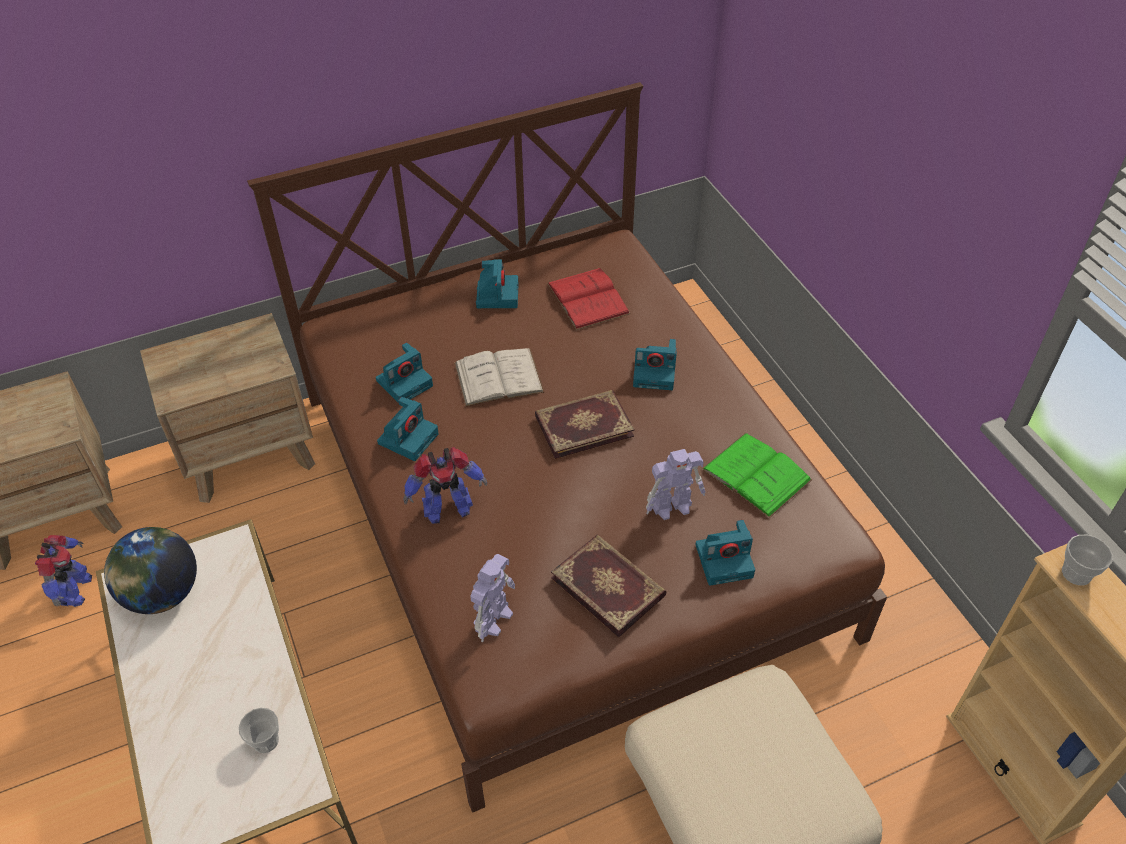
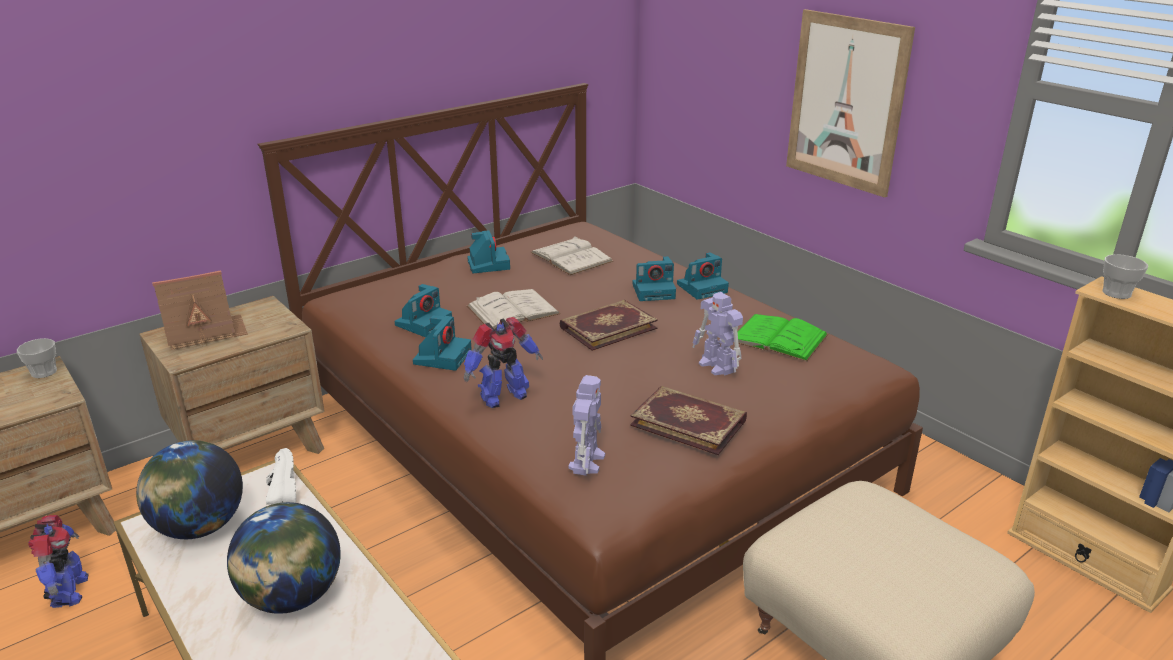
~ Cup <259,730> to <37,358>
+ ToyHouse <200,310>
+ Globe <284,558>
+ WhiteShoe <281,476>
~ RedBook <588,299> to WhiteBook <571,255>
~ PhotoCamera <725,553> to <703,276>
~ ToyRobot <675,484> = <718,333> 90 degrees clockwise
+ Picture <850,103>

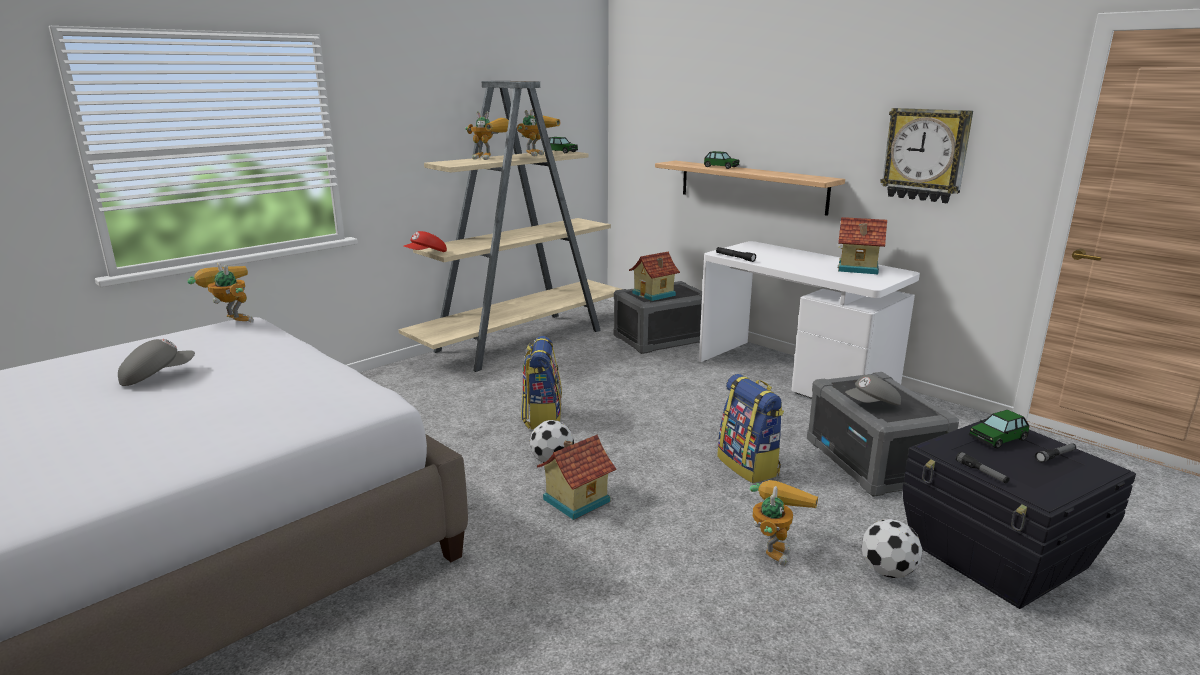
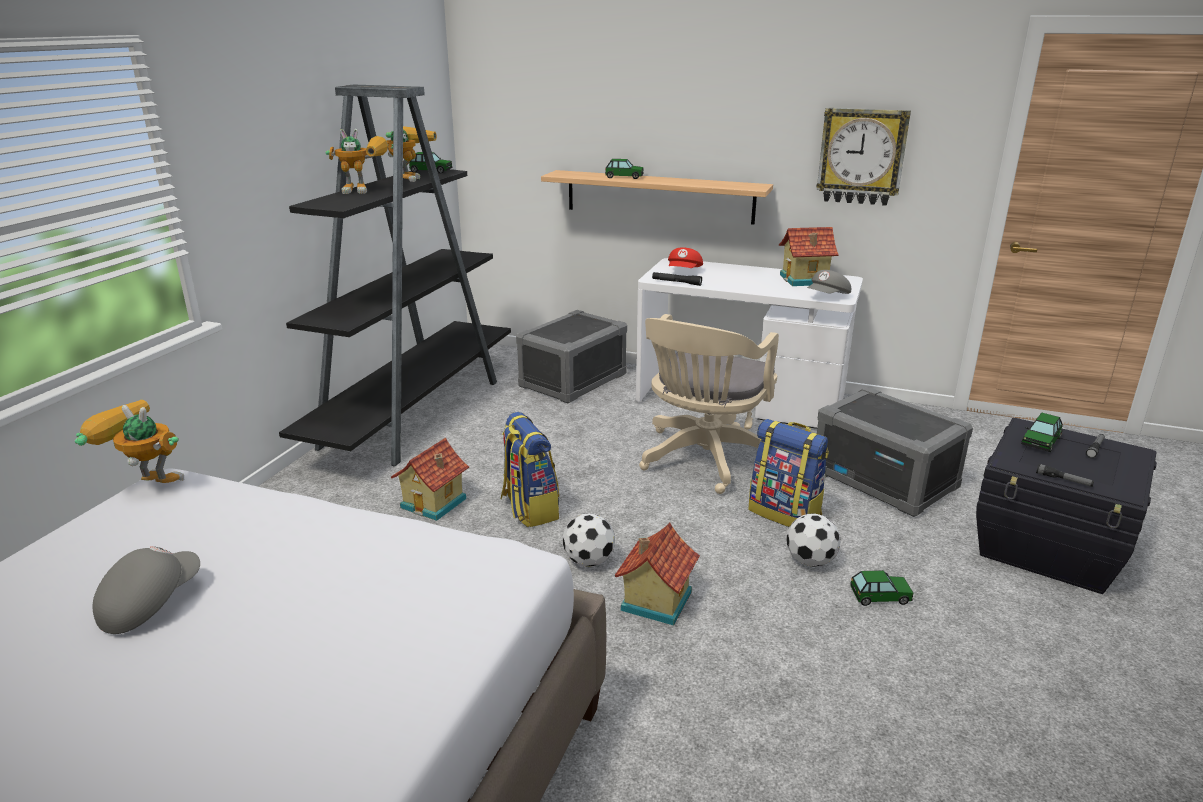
~ BeigeBookcase <510,226> to BlackBookcase <395,276>
~ ToyHouse <654,276> to <430,479>
+ BeigeOfficeChair <709,404>
~ RedCap <425,241> to <685,257>
~ Football <891,548> to <813,540>
~ GreyCap <873,390> to <829,282>
~ ToyRobot <784,523> to ToyCar <881,588>

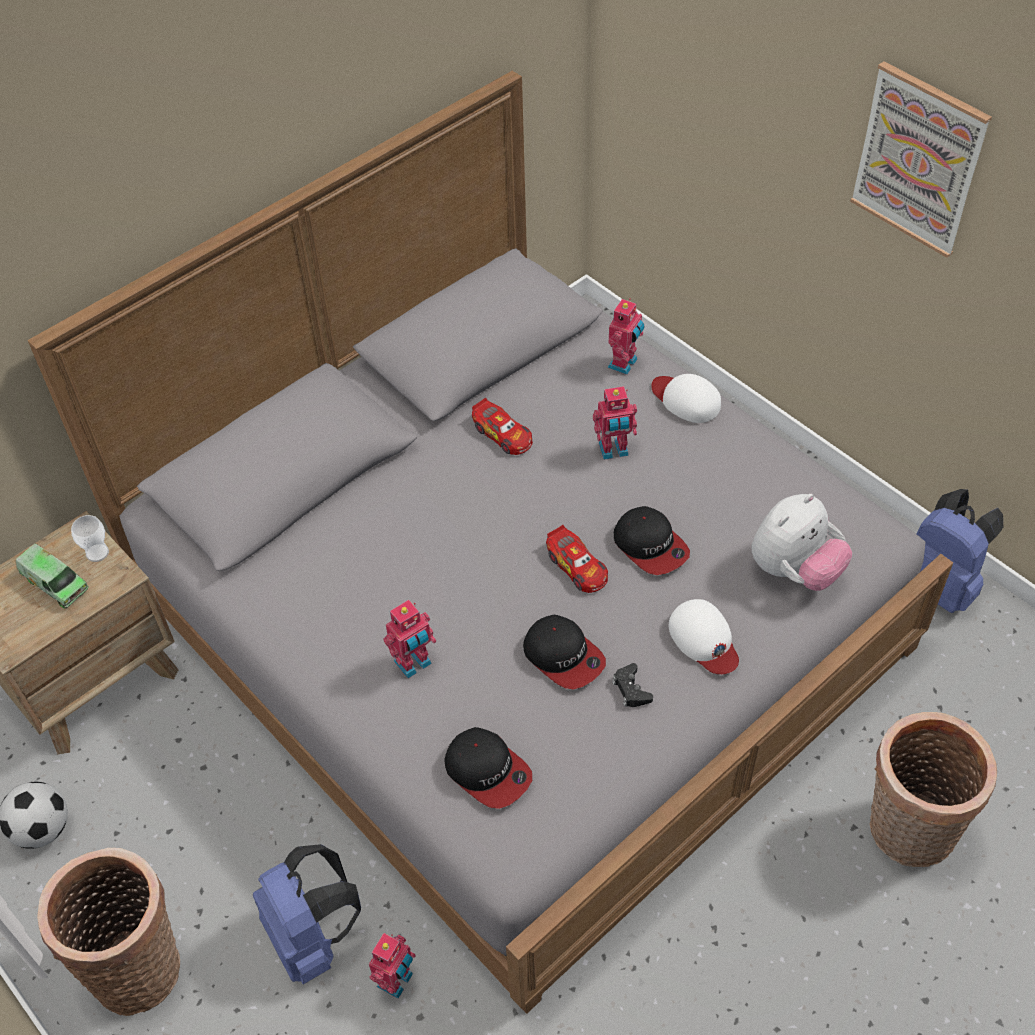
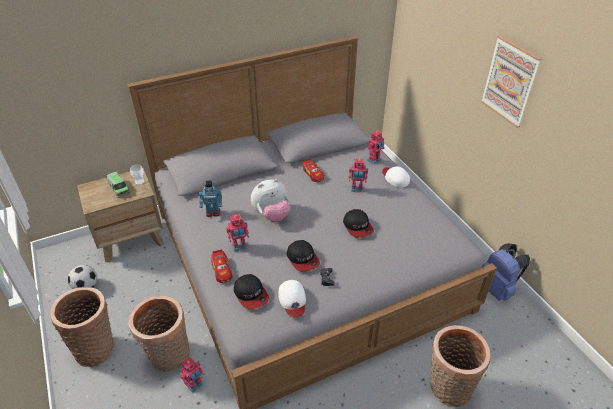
~ BlueBackpack <307,914> to Basket <159,333>
+ ToyRobot <210,199>
~ ToyCar <577,559> to <222,266>
~ PlushToy <802,542> to <270,200>
~ WhiteCap <704,636> to <292,298>

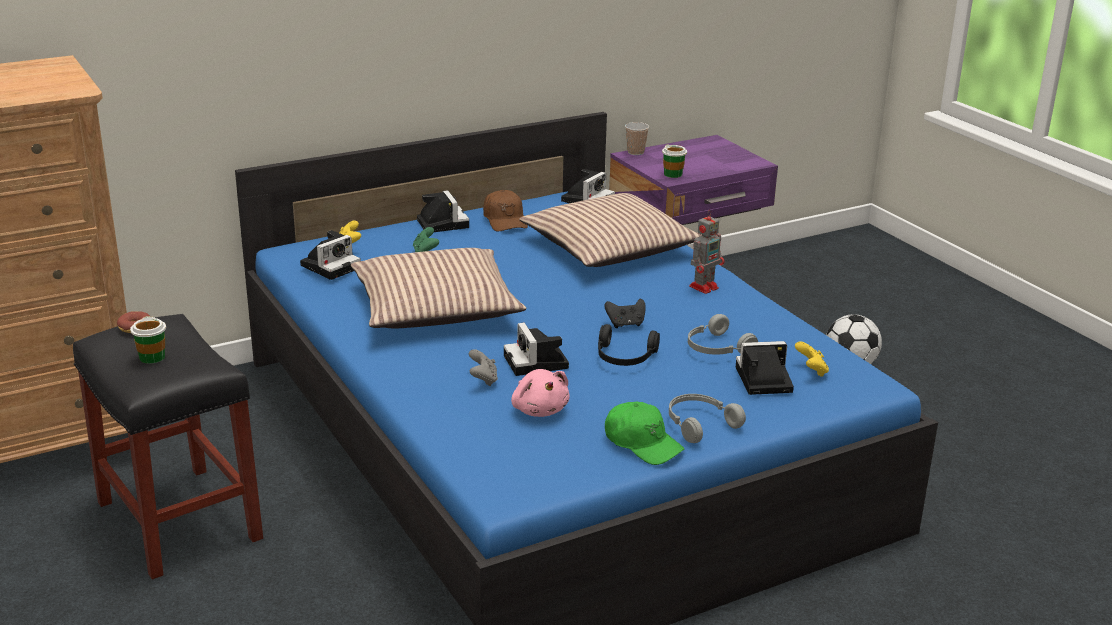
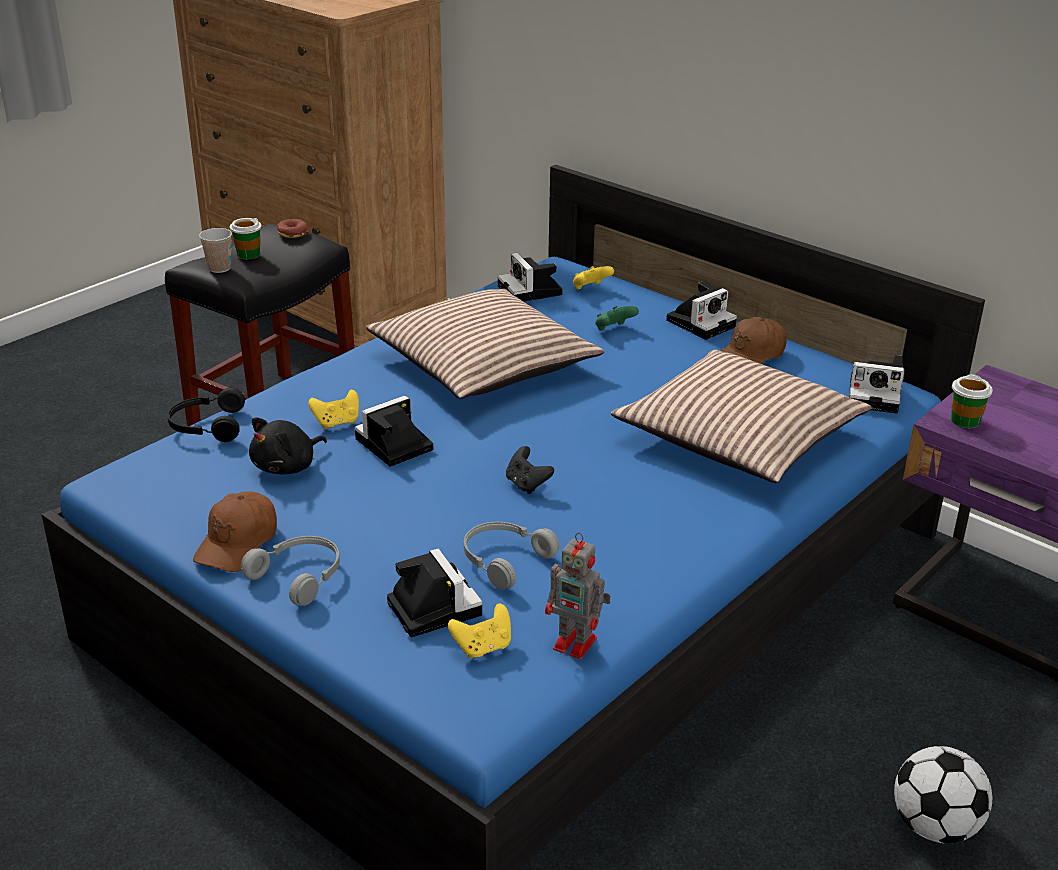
~ BlackHeadphones <629,345> to <206,414>
~ GreenCap <644,433> to BrownCap <235,532>
~ Cup <637,138> to <215,250>
~ PinkPlushToy <540,393> to BlackPlushToy <288,446>
~ GreyGameController <483,367> to YellowGameController <333,409>
~ PhotoCamera <330,255> = <530,277> 45 degrees clockwise
~ ToyRobot <707,252> to <578,596>

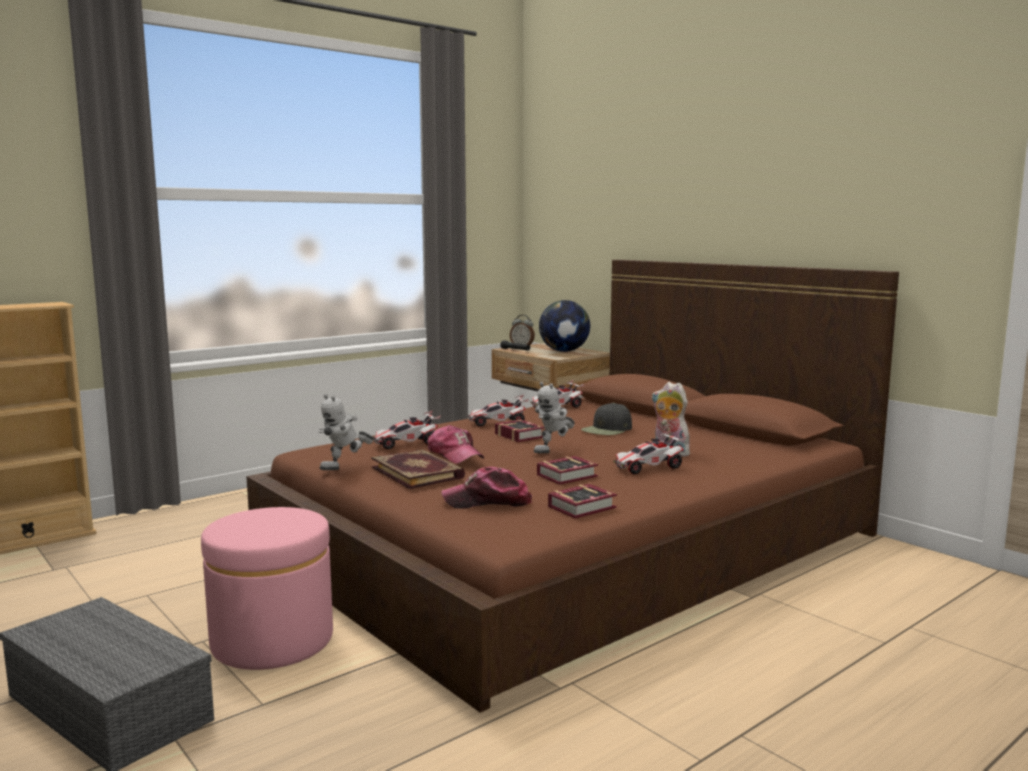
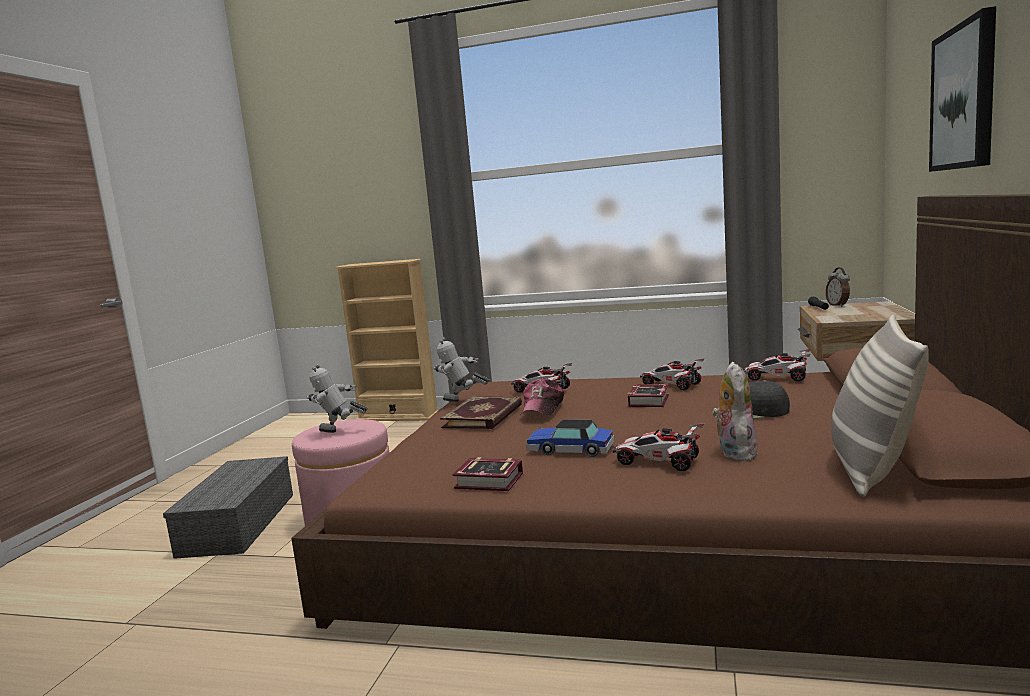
~ ToyRobot <554,417> to <337,398>
~ Book <567,470> to ToyCar <570,438>
+ Pillow <880,406>
+ Picture <962,89>
- Cap <486,488>
- Globe <564,326>

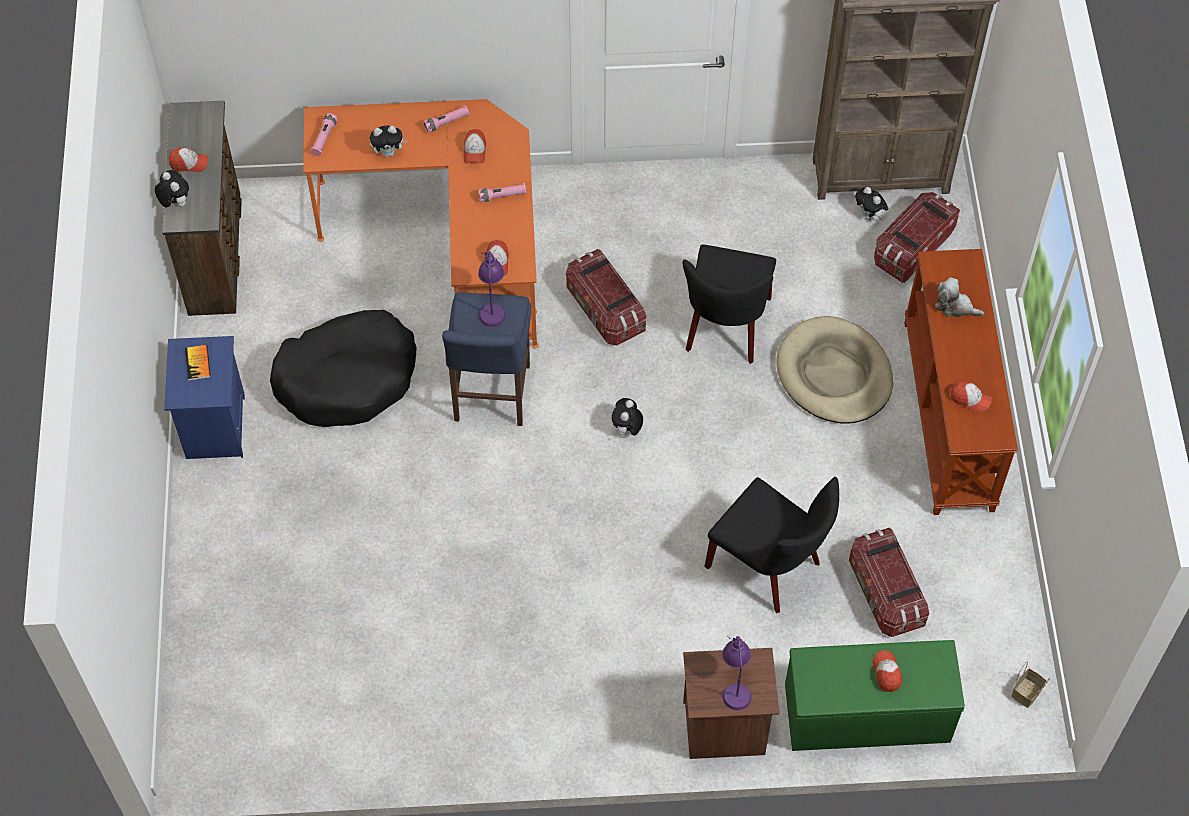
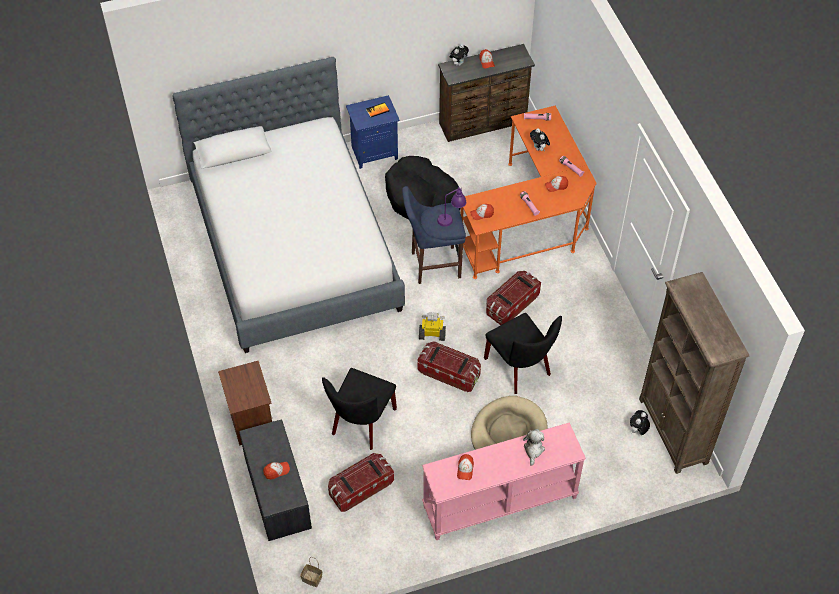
+ Bed <288,205>
~ GreenBench <875,695> to GreyBench <275,480>
~ StorageBox <917,237> to <449,366>
~ PlushToy <627,418> to ToyRobot <432,326>
~ BrownConsoleTable <961,382> to PinkConsoleTable <504,481>
~ BlackChair <729,304> = <523,353> 120 degrees counterclockwise
- PurpleTableLamp <736,673>

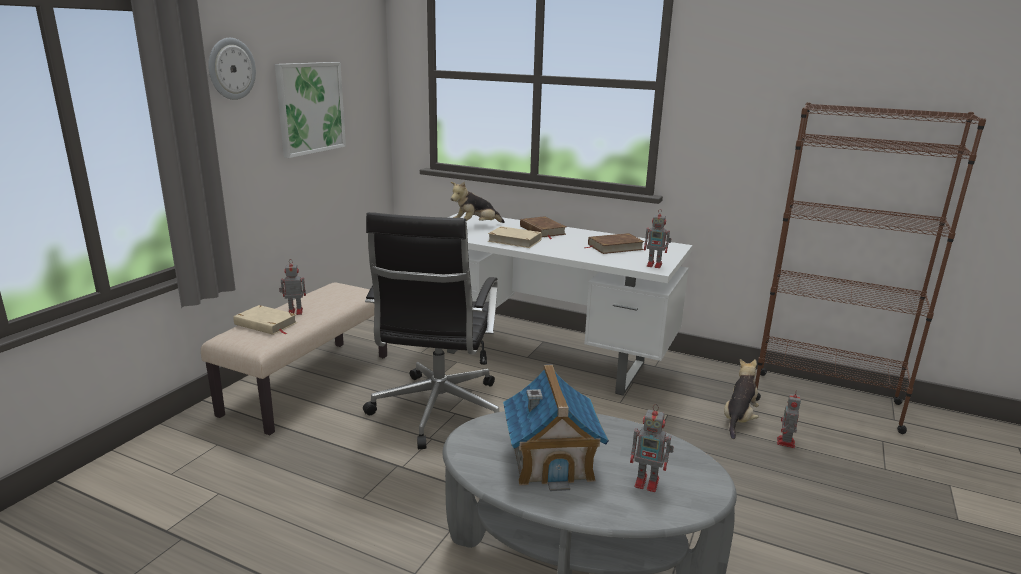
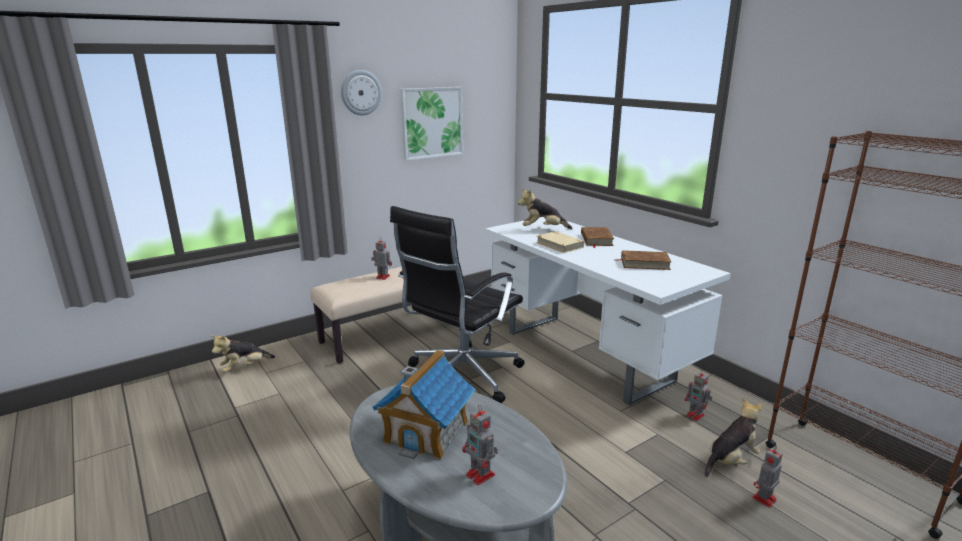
+ PlushToy <243,354>
~ ToyRobot <658,238> to <698,395>
- BeigeBook <265,320>

